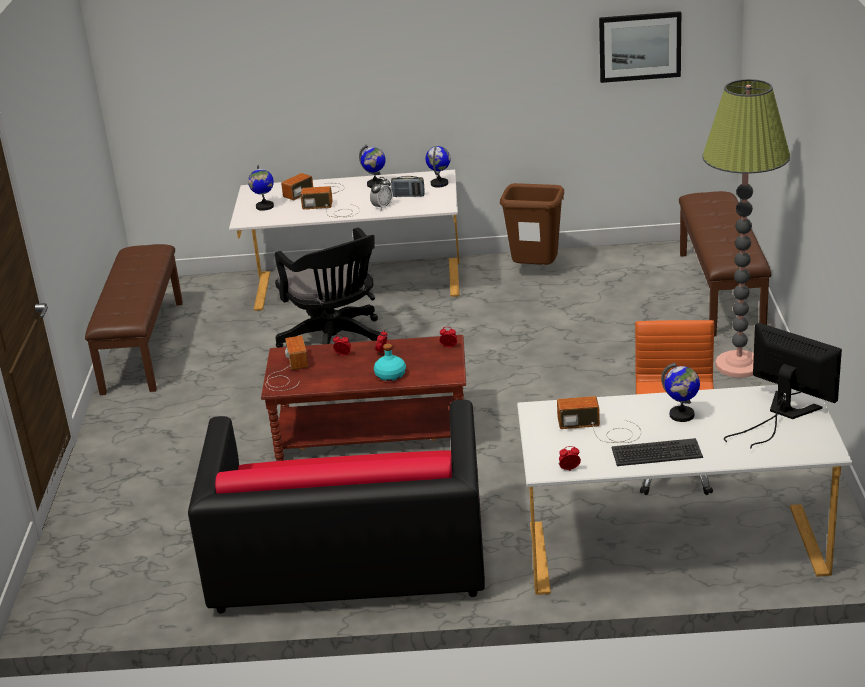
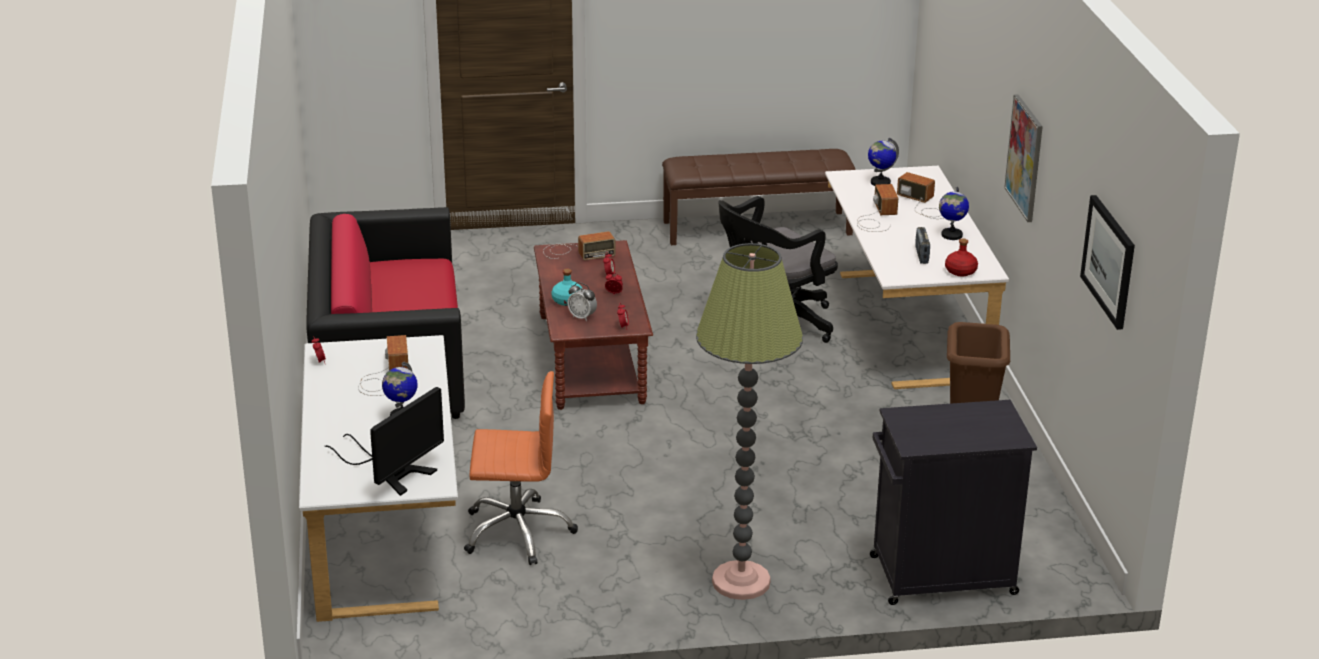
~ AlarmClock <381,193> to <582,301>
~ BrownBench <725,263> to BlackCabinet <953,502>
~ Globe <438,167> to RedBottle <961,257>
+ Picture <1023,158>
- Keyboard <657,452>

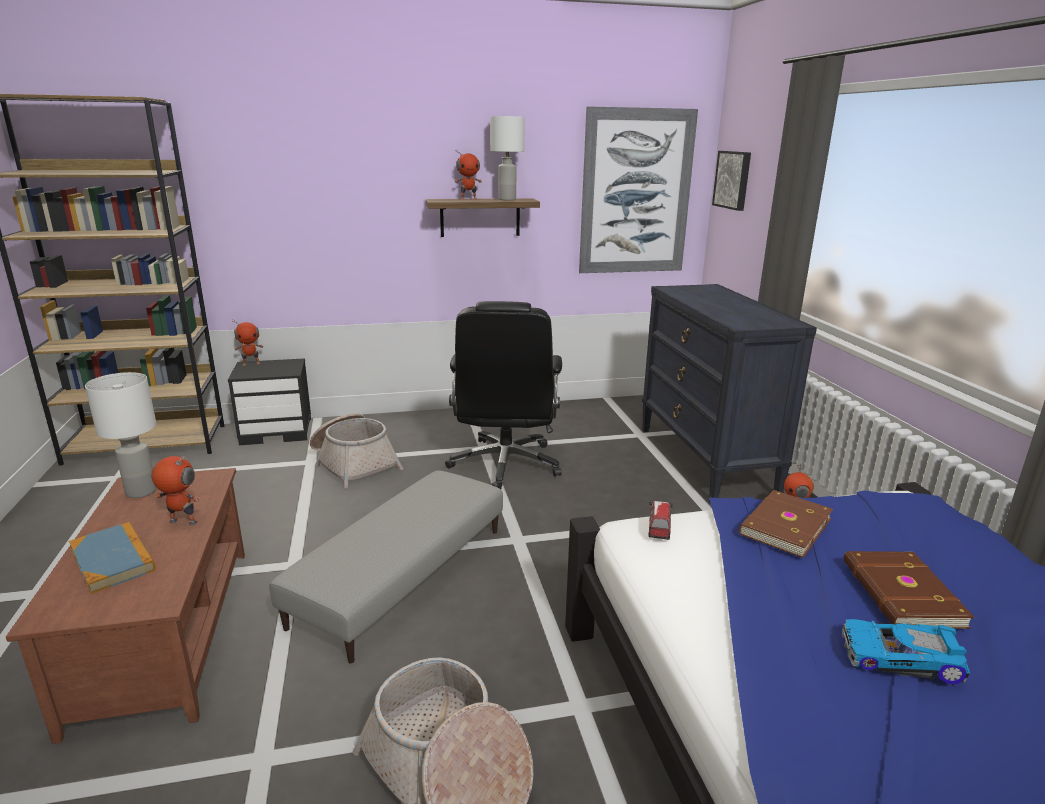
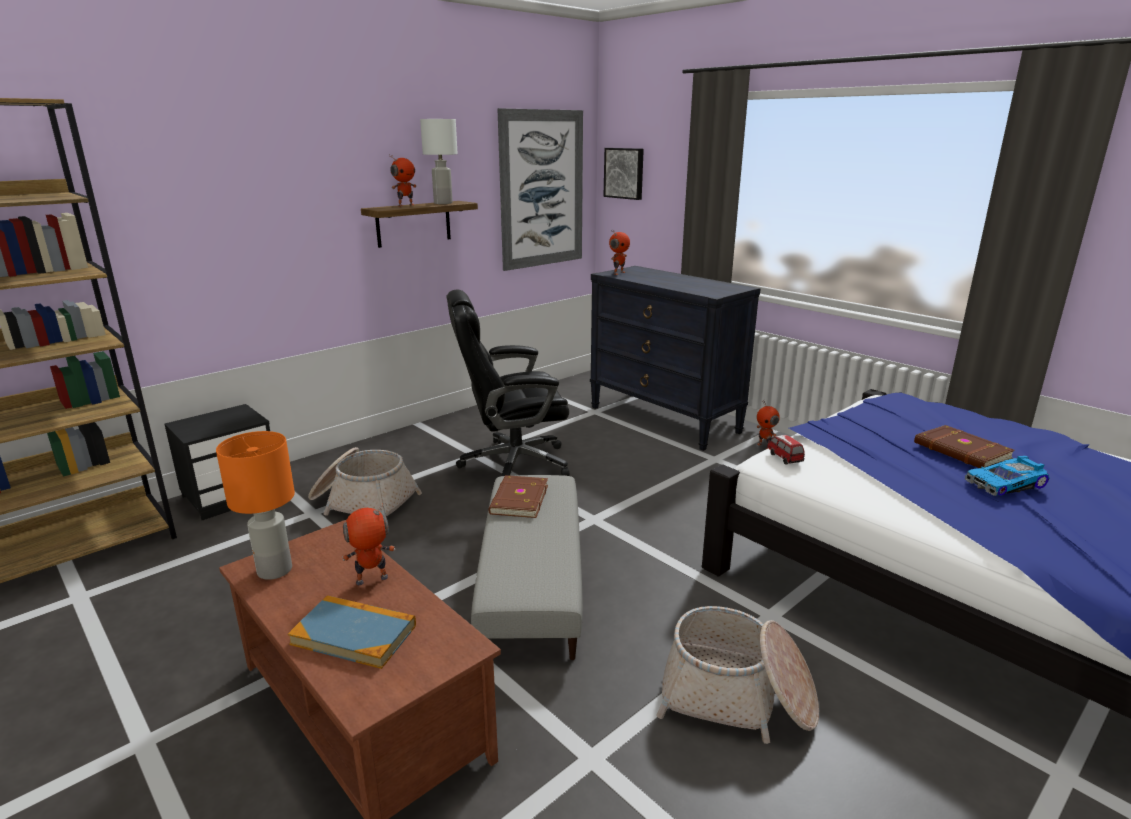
~ WhiteTableLamp <121,435> to OrangeTableLamp <255,505>
~ BlackOfficeChair <503,395> = <508,382> 105 degrees clockwise
~ BrownBook <786,524> to <518,496>
~ ToyRobot <247,343> to <619,252>

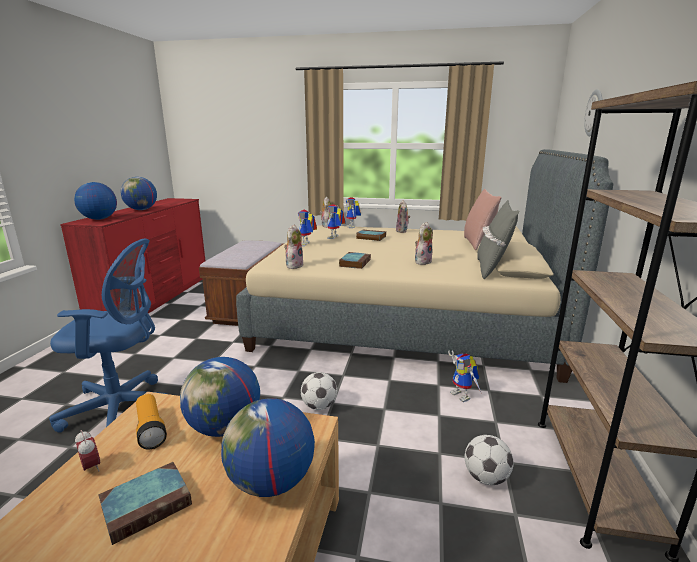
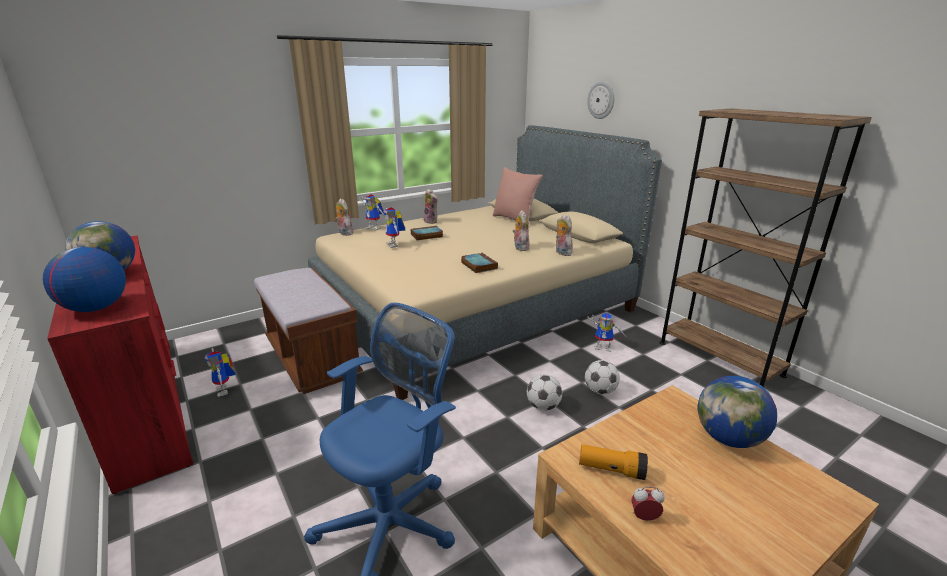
~ ToyRobot <307,228> to <220,372>
~ PlushToy <293,247> to <564,235>
~ Football <489,460> to <602,377>
- Book <145,503>
- Globe <220,397>
- GreyPillow <498,239>

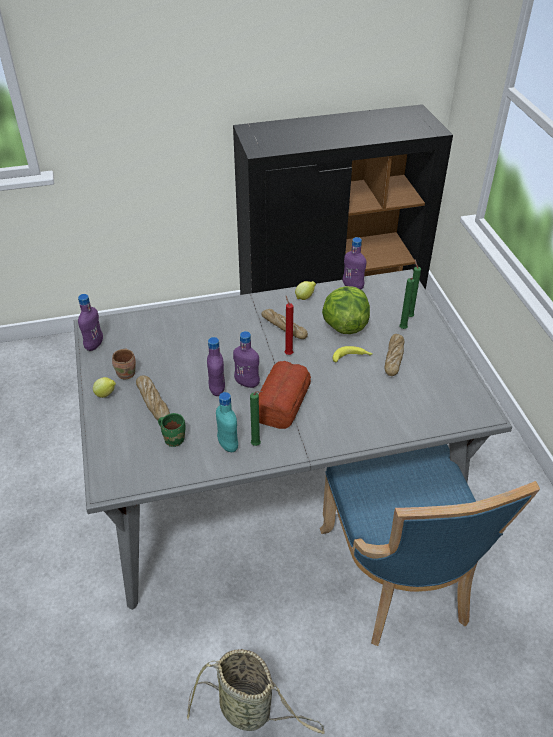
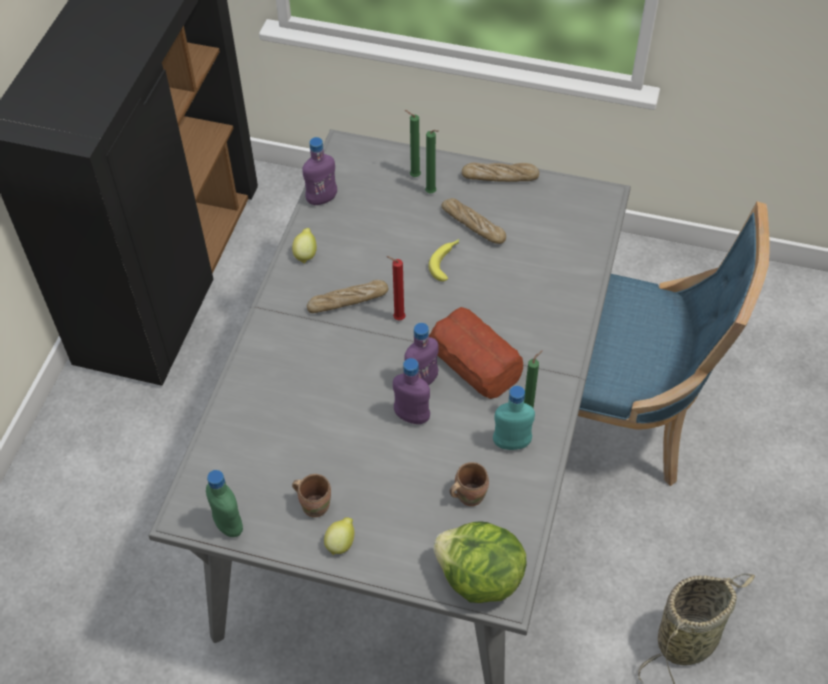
~ PurpleBottle <90,322> to GreenBottle <224,503>
~ Lettuce <346,310> to <479,562>
~ GreenMug <172,430> to BrownMug <469,484>
~ Bread <153,397> to <500,172>

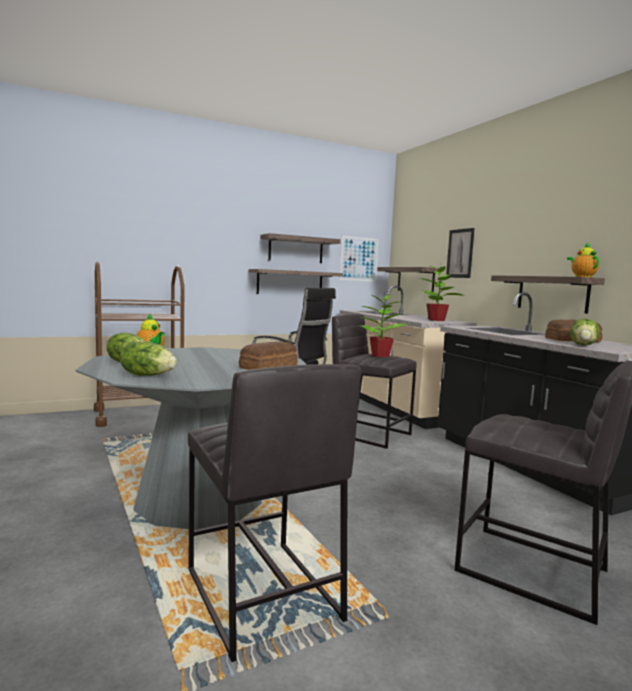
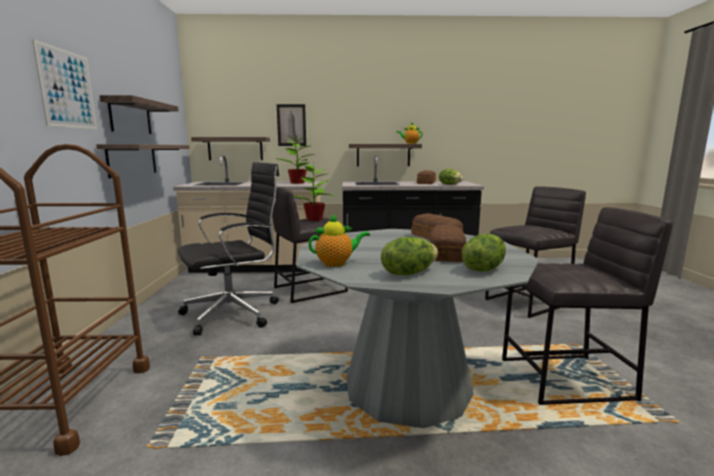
~ Picture <359,258> to <64,84>
+ Bread <448,243>

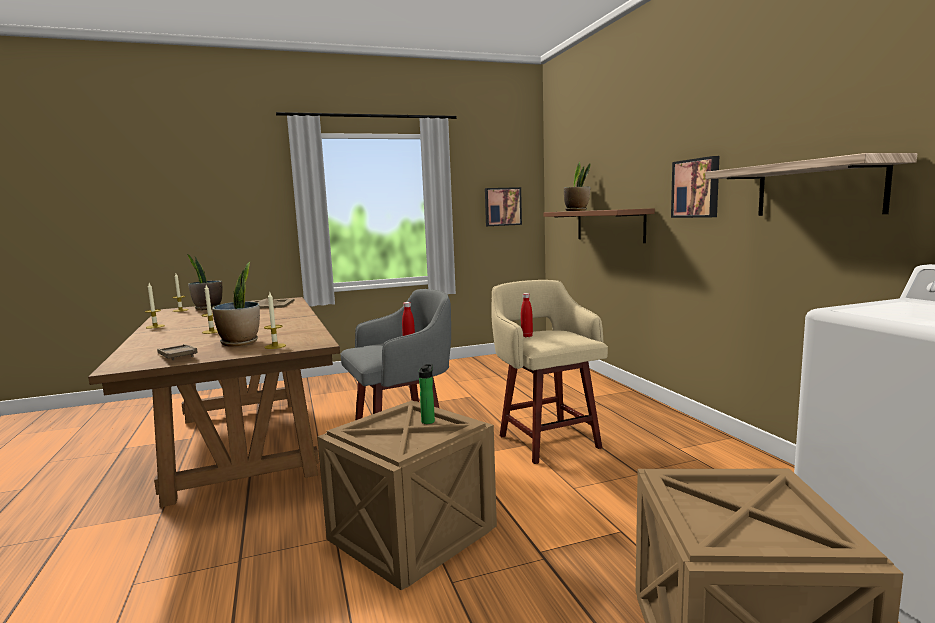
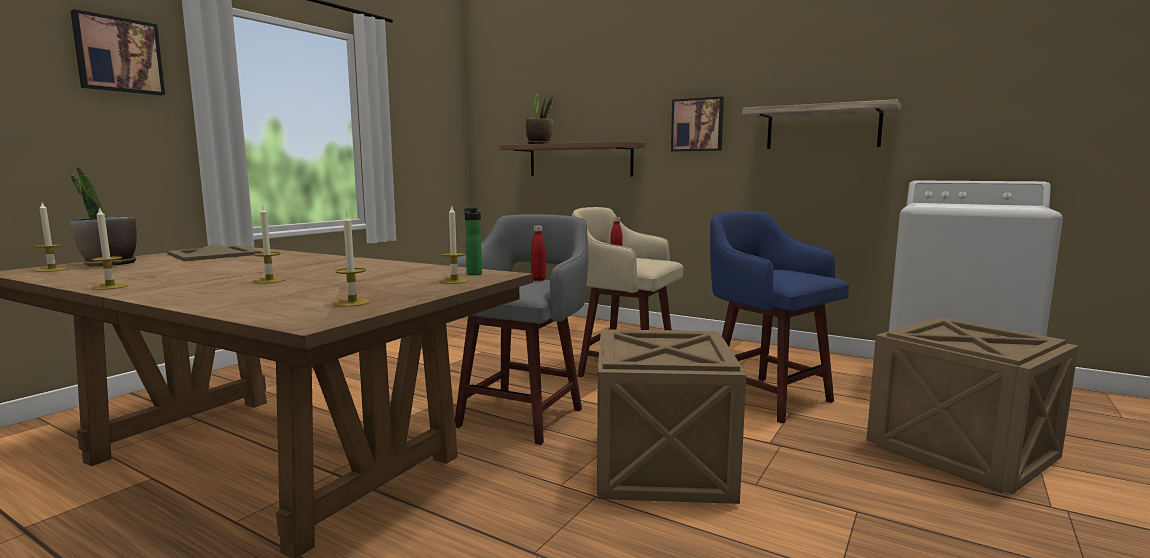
~ Picture <503,206> to <117,52>
~ BrownTray <177,352> to Candle <352,260>
~ Bottle <427,394> to <473,241>
+ BlueStool <779,317>
- PottedPlant <236,304>

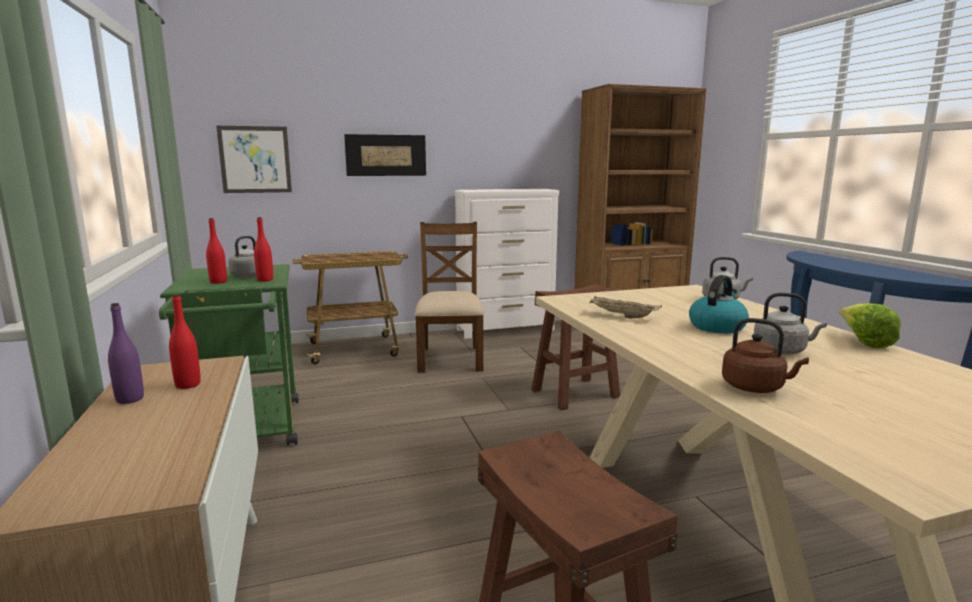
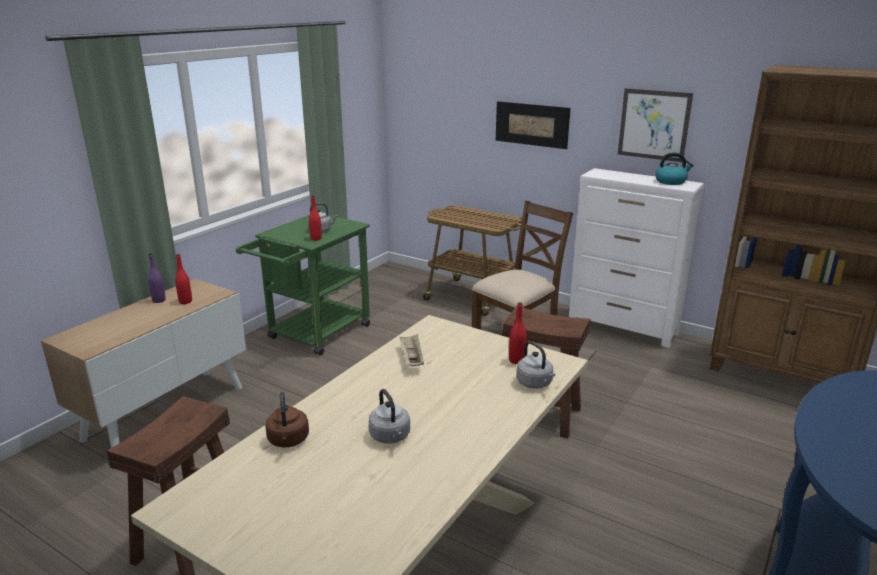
~ RedBottle <216,251> to <518,333>
~ Picture <254,159> to <655,125>
~ Kettle <719,304> to <674,168>
- Lettuce <870,325>

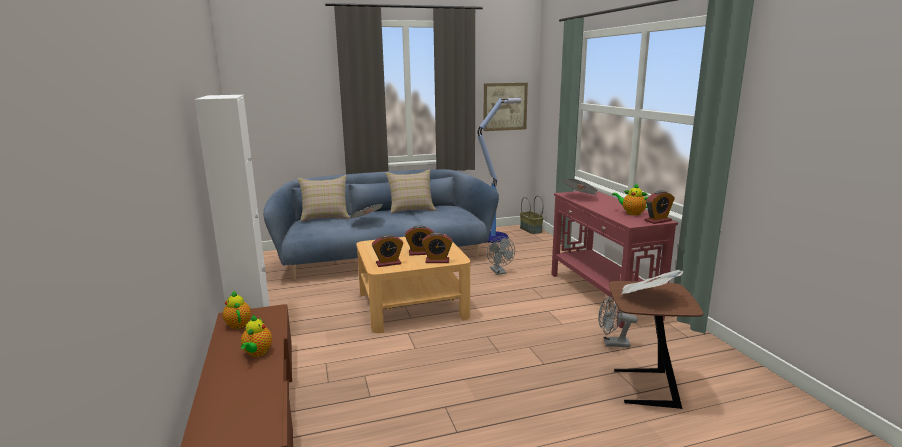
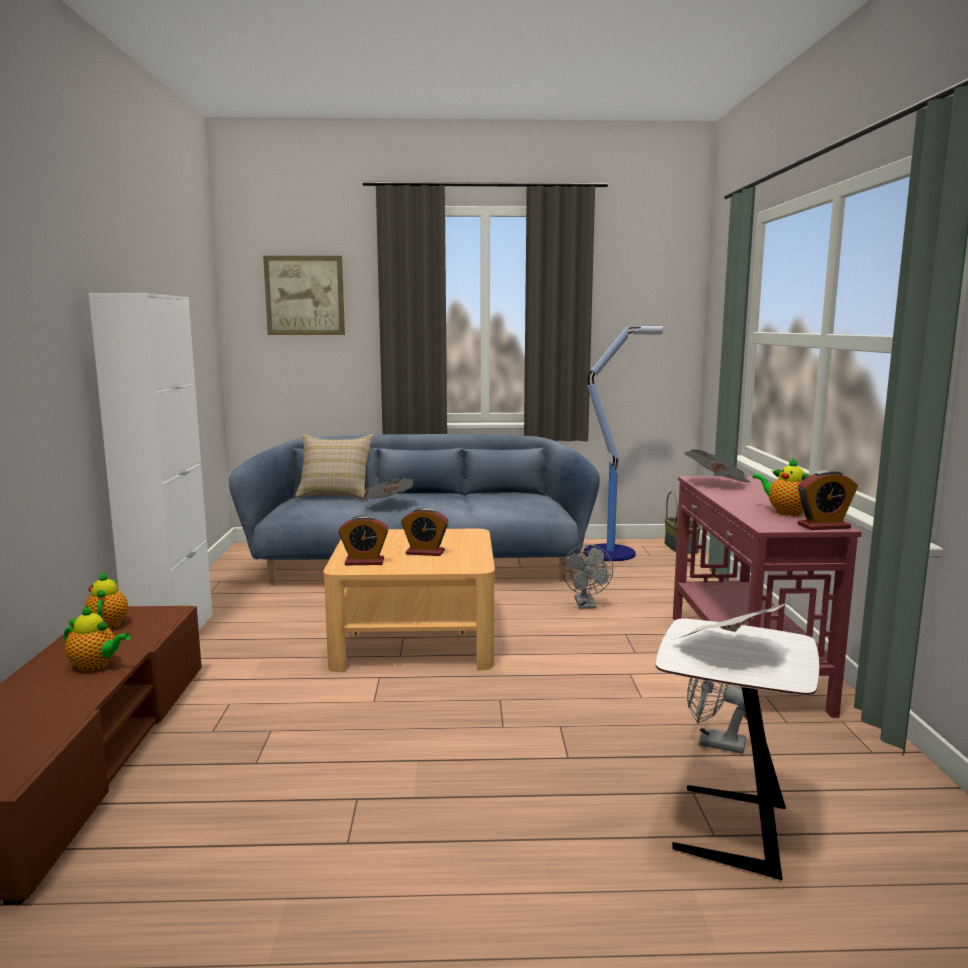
~ Teapot <256,336> = <97,638> 90 degrees counterclockwise
~ Picture <505,107> to <304,295>
~ BrownSideTable <656,345> to WhiteSideTable <737,749>
- BeigePillow <410,191>
- AlarmClock <437,247>

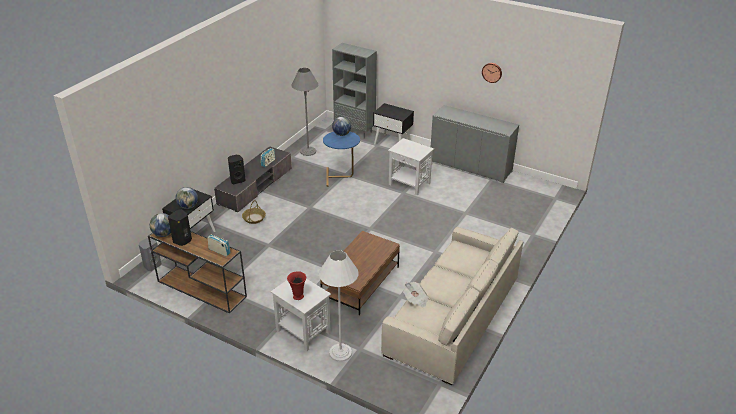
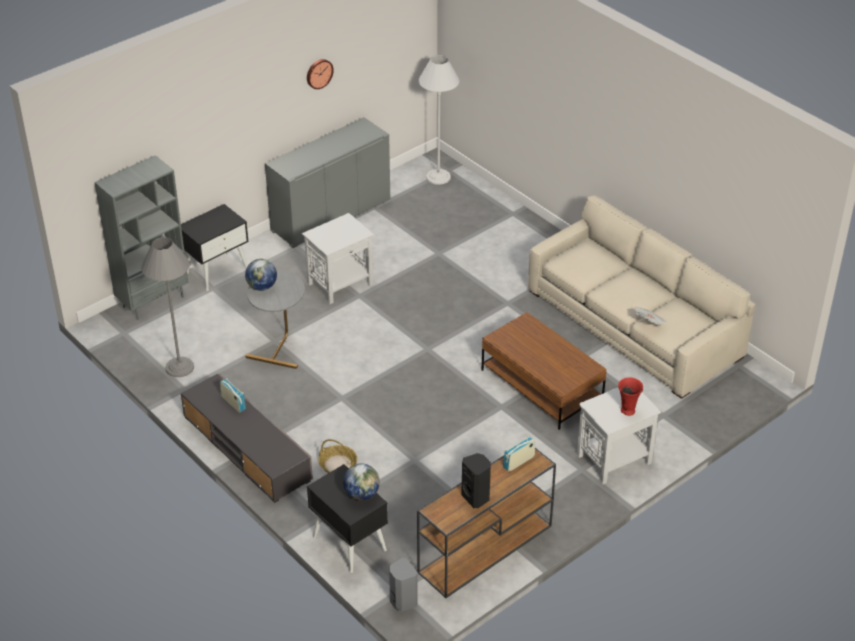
~ BlueSideTable <341,159> to GreySideTable <275,320>
~ WhiteFloorLamp <339,306> to <439,120>
- Globe <160,225>
- BlackSpeaker <236,169>

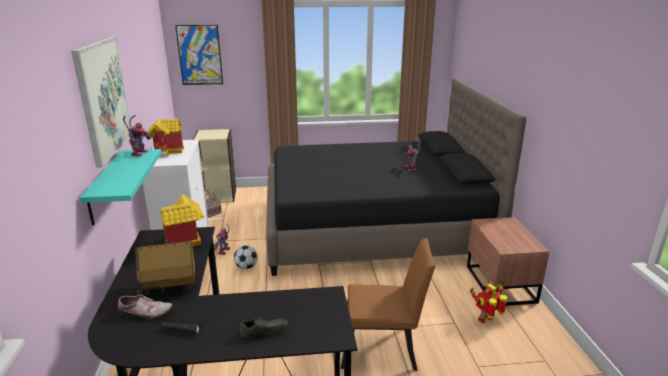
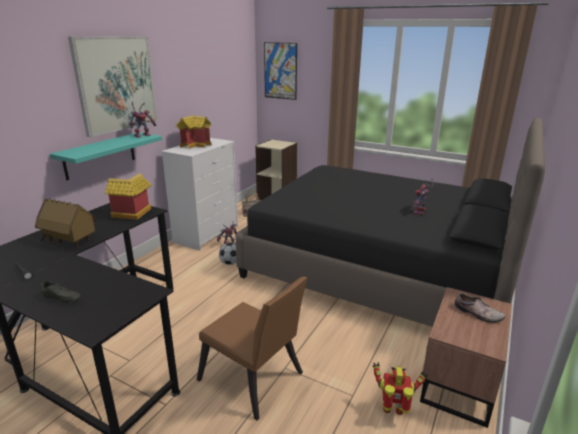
~ Shoe <145,307> to <480,308>

